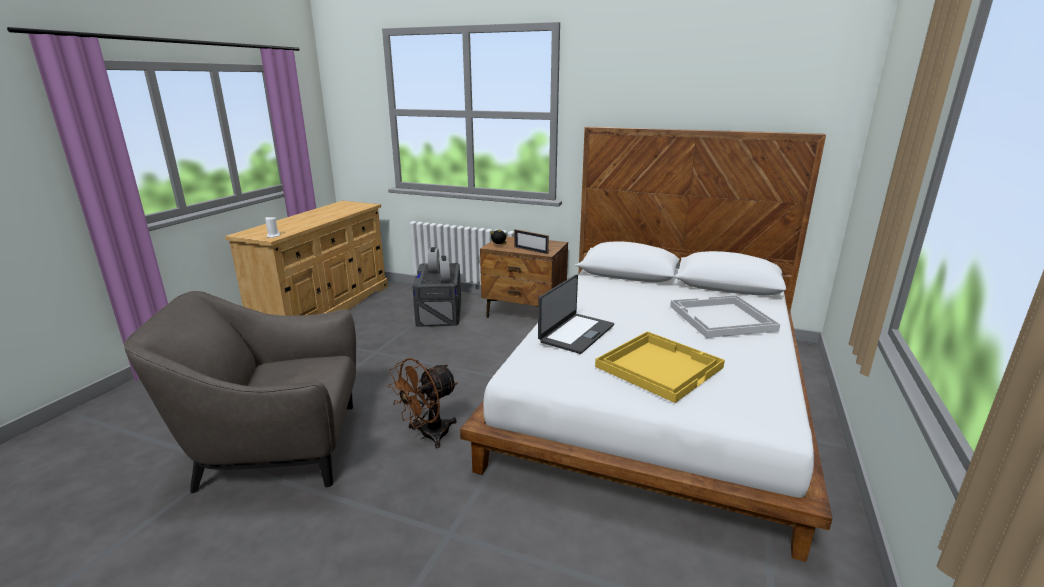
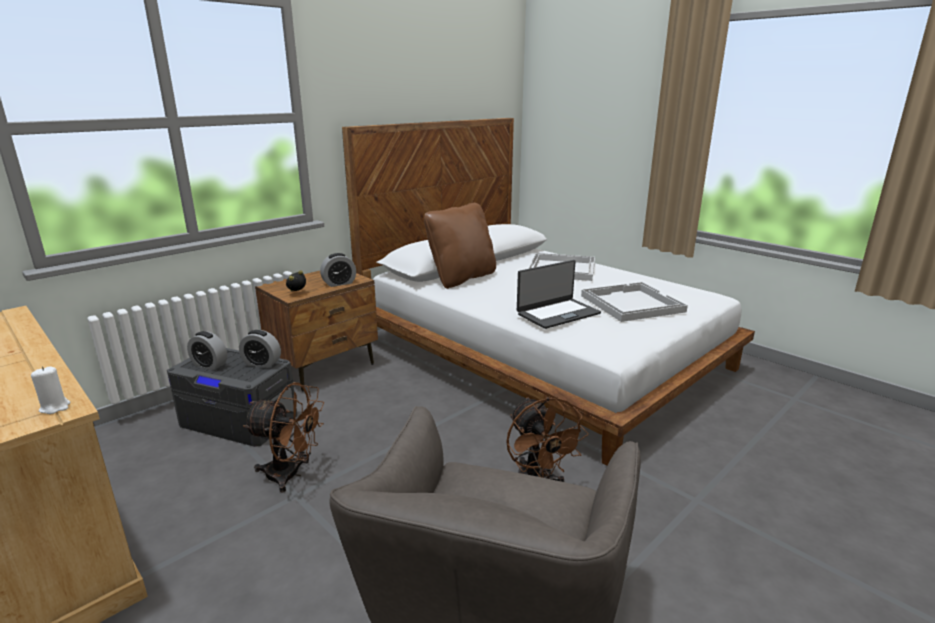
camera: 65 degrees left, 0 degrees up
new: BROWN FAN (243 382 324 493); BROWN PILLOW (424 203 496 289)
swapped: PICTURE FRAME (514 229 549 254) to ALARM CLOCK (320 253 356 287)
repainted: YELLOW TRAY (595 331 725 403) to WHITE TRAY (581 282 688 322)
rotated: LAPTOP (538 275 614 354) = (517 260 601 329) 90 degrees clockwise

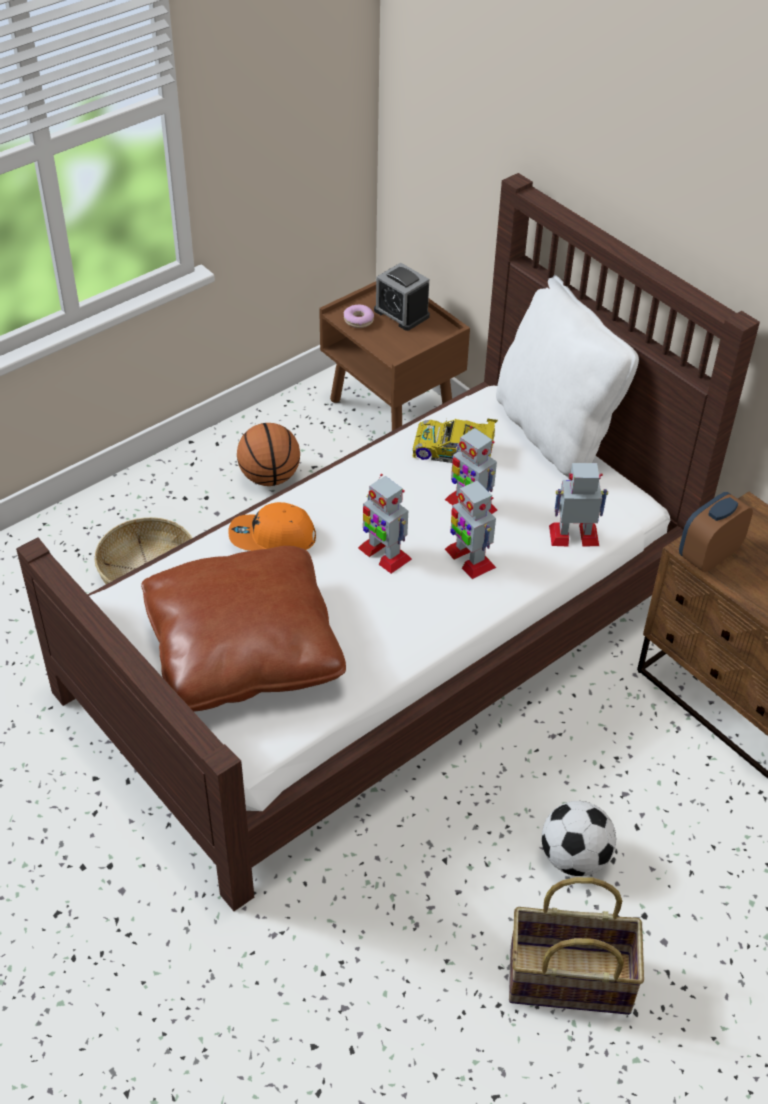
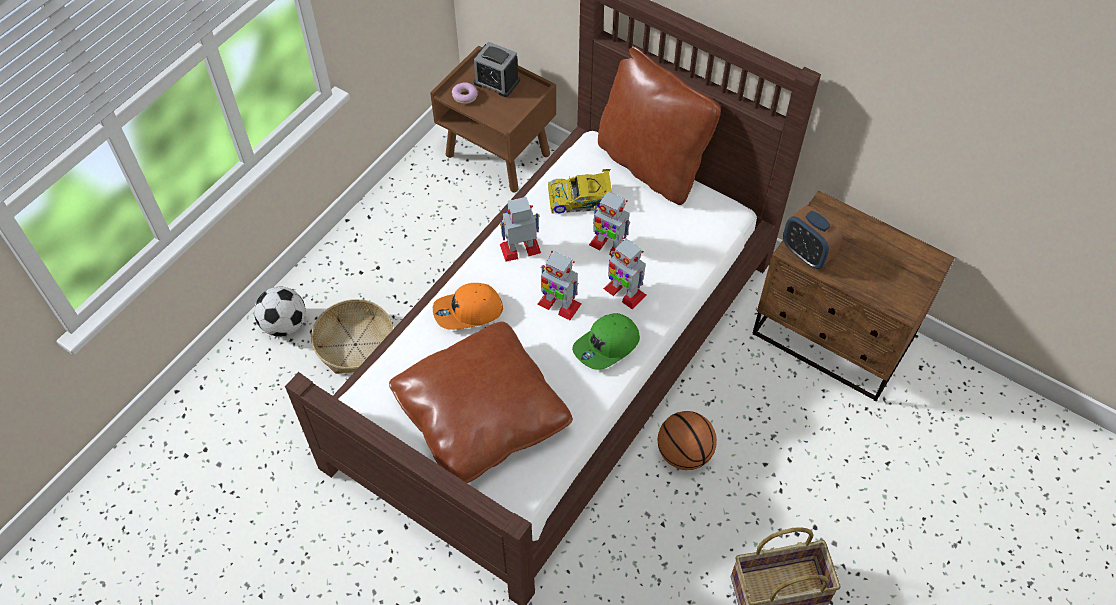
camera: 15 degrees left, 10 degrees up
new: GREEN CAP (572 313 640 370)
shifted: FOOTBALL (542 801 616 876) to (254 287 306 337); TOY ROBOT (549 463 608 547) to (500 197 541 262); BASKETBALL (237 423 300 486) to (658 411 717 470)
repainted: WHITE PILLOW (496 275 639 479) to BROWN PILLOW (598 45 721 205)
rotated: ALARM CLOCK (679 492 753 572) = (783 206 842 269) 75 degrees counterclockwise

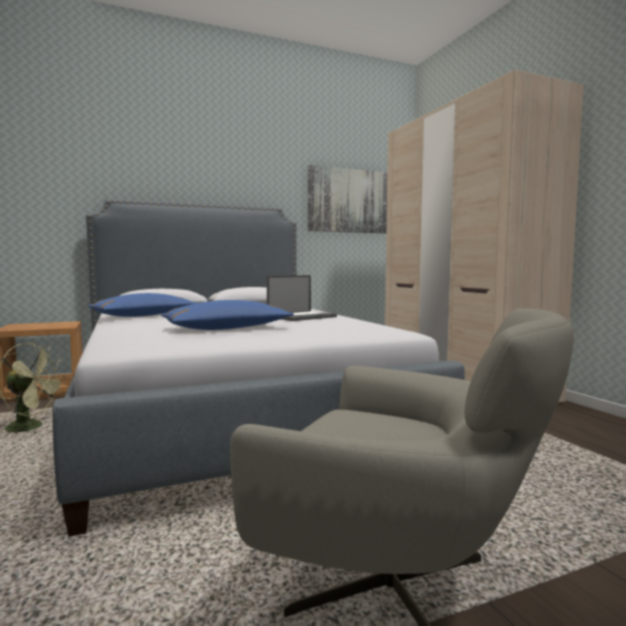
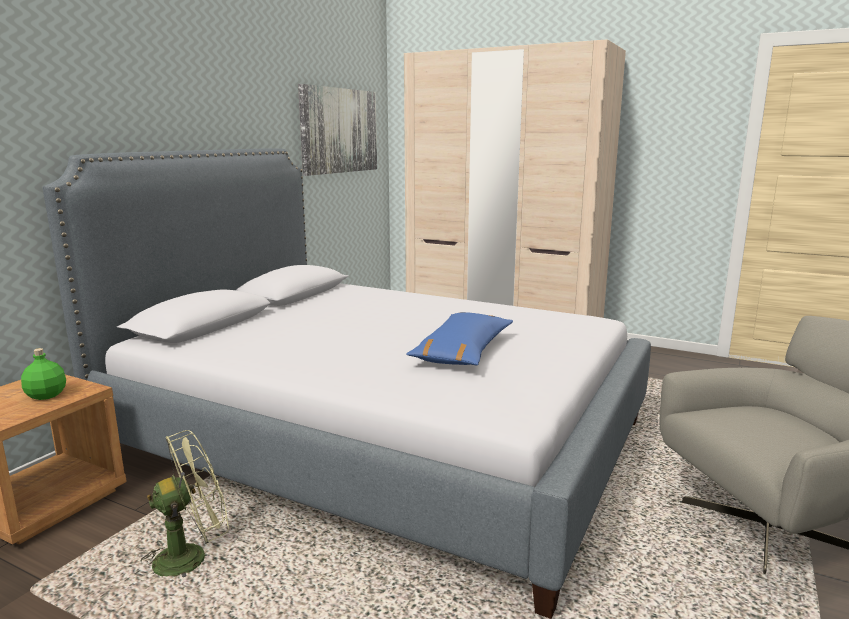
camera: 40 degrees left, 10 degrees up
gone: BLUE PILLOW (88 293 197 317); LAPTOP (267 275 337 321)
new: GREEN BOTTLE (21 348 66 400)

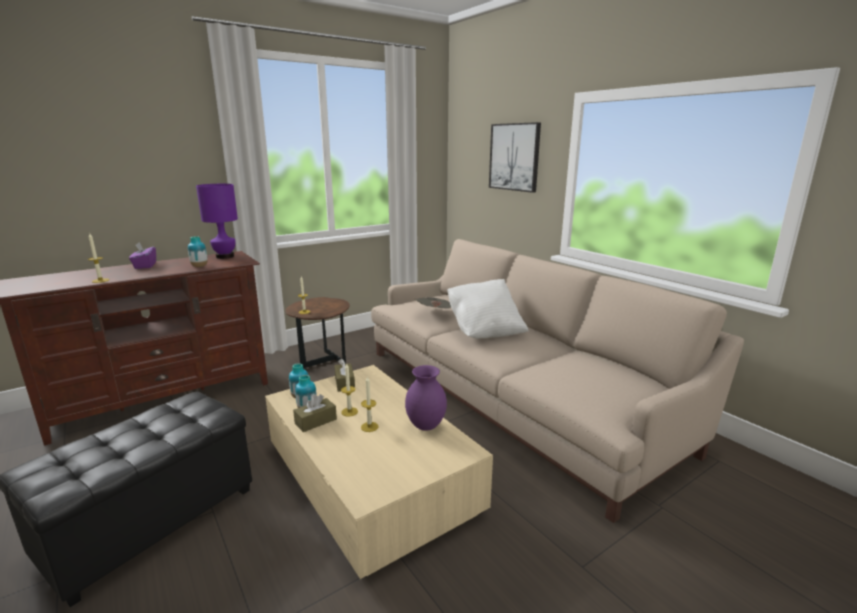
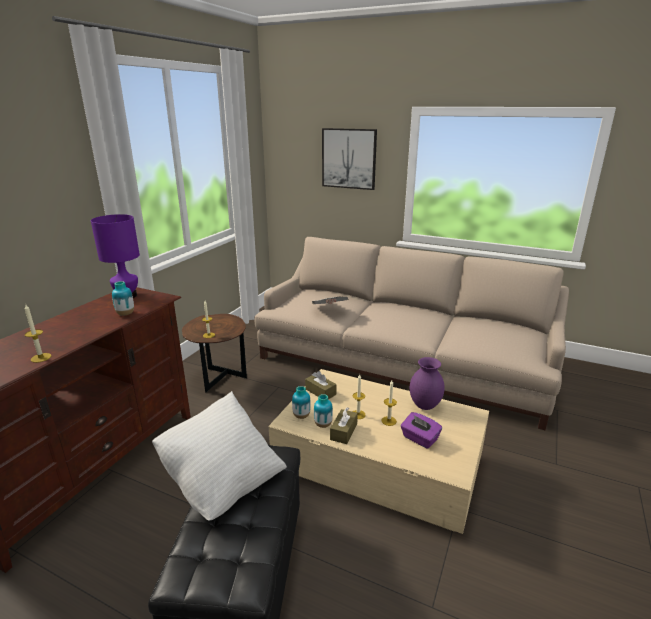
camera: 30 degrees left, 5 degrees up
shifted: WHITE PILLOW (447 279 528 339) to (152 391 287 521); PURPLE TISSUE BOX (129 242 156 269) to (401 412 442 449)

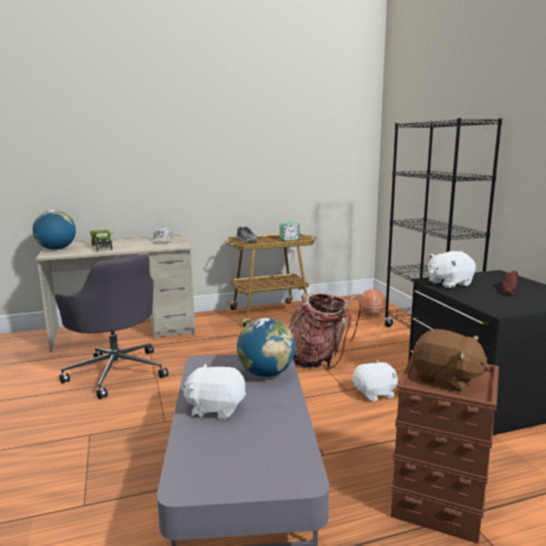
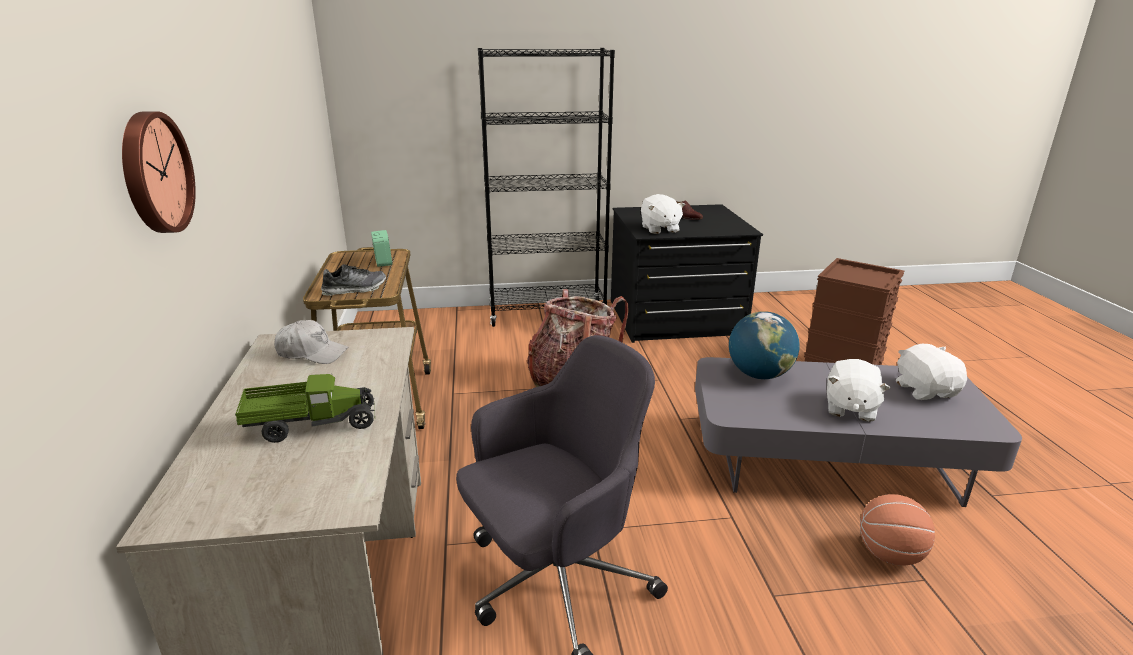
camera: 80 degrees left, 10 degrees up
gone: GLOBE (32 210 76 250); BROWN PLUSH TOY (412 329 490 392)
new: WALL CLOCK (122 111 196 233)
shifted: BASKETBALL (359 289 386 317) to (860 494 935 566); WHITE PLUSH TOY (353 360 398 402) to (896 344 967 400)

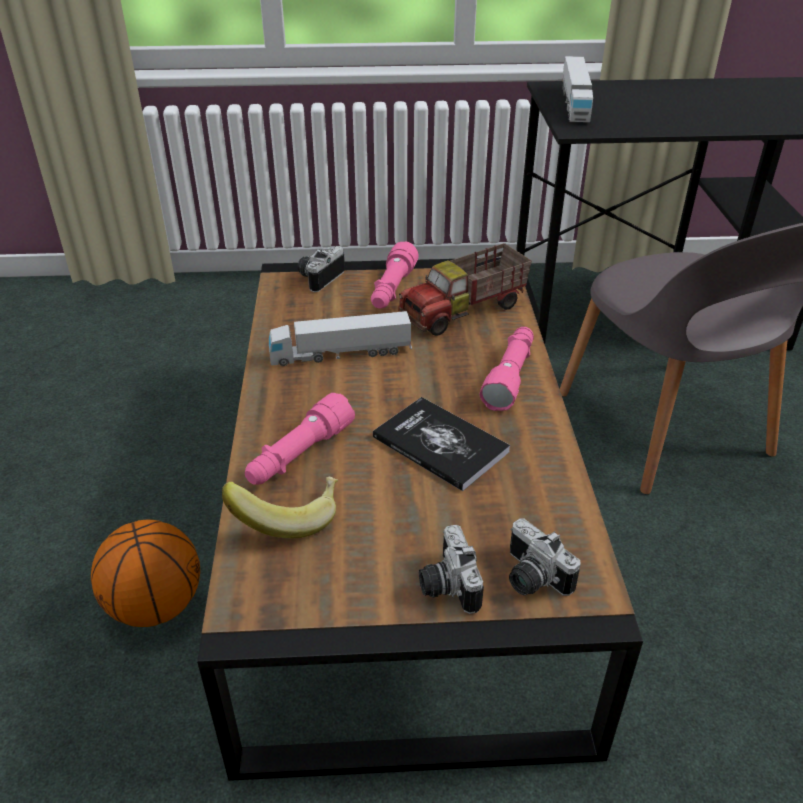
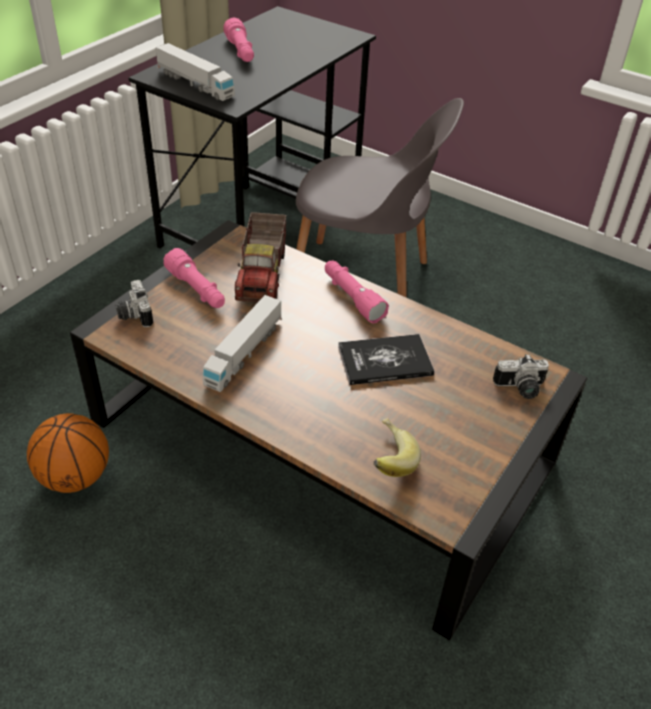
camera: 55 degrees left, 5 degrees up
gone: PHOTO CAMERA (419 525 484 614)
shifted: BASKETBALL (91 520 200 627) to (27 413 109 493); PINK FLASHLIGHT (245 393 355 485) to (223 18 254 62)

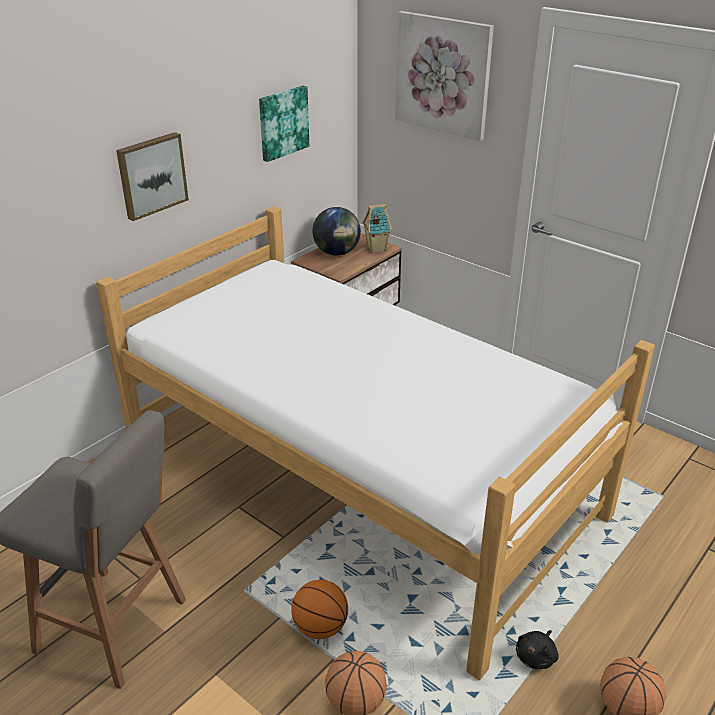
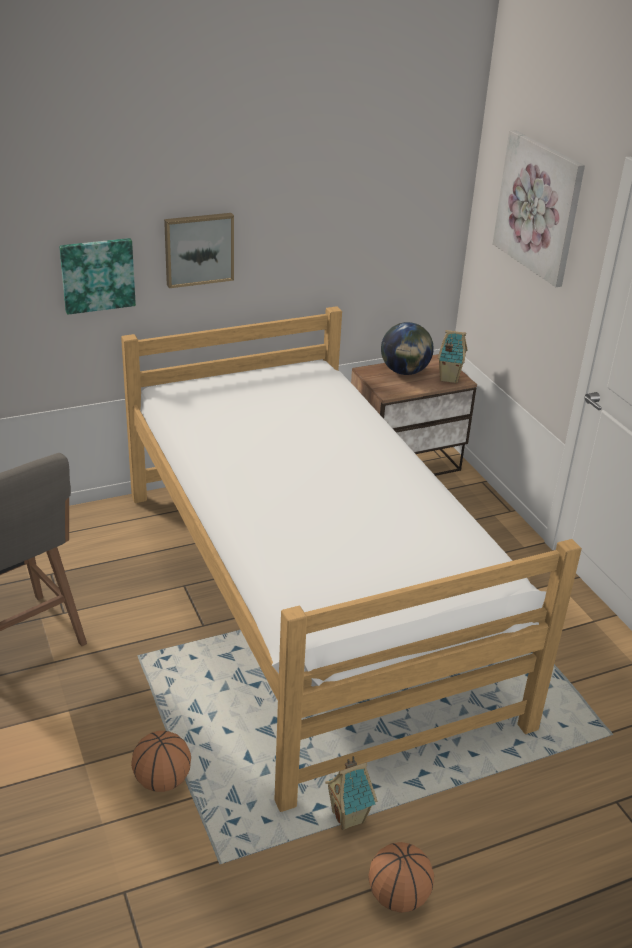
camera: 25 degrees right, 0 degrees up
gone: BASKETBALL (291 580 348 639)
shifted: PICTURE (259 86 309 162) to (59 238 136 315)
swapped: BLACK PLUSH TOY (516 630 559 669) to TOY HOUSE (325 756 377 830)

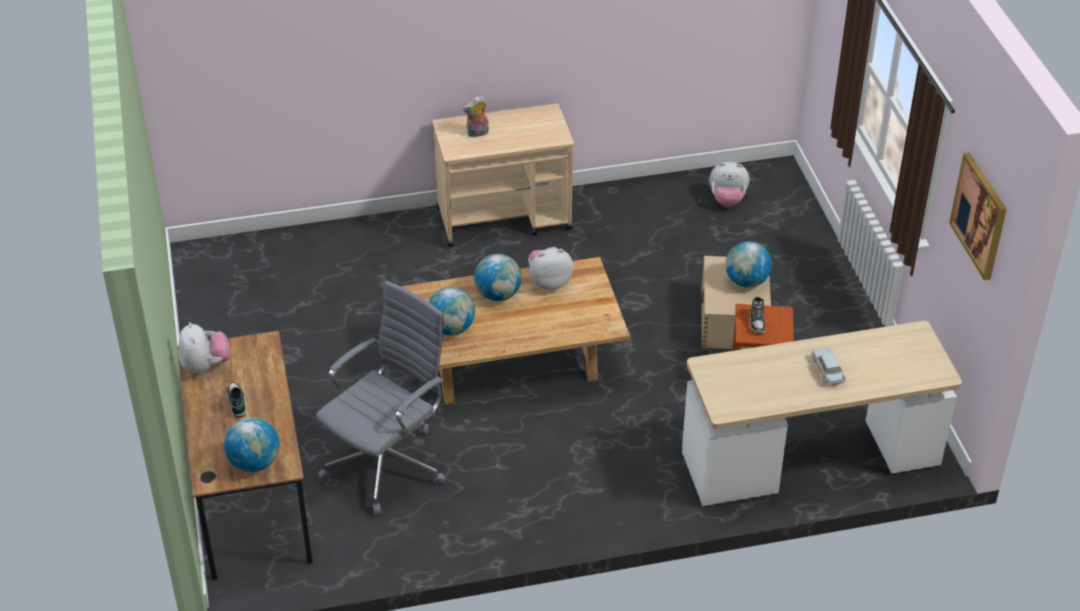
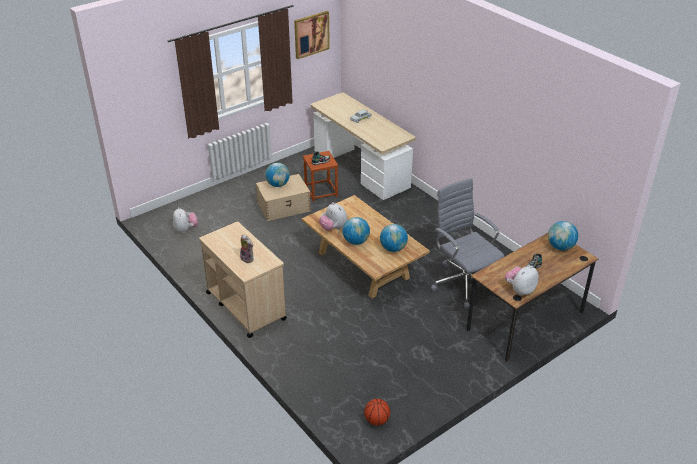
camera: 115 degrees left, 5 degrees down
new: BASKETBALL (364 399 390 426)
rotated: GREY OFFICE CHAIR (316 281 445 515) = (431 178 504 309) 45 degrees clockwise

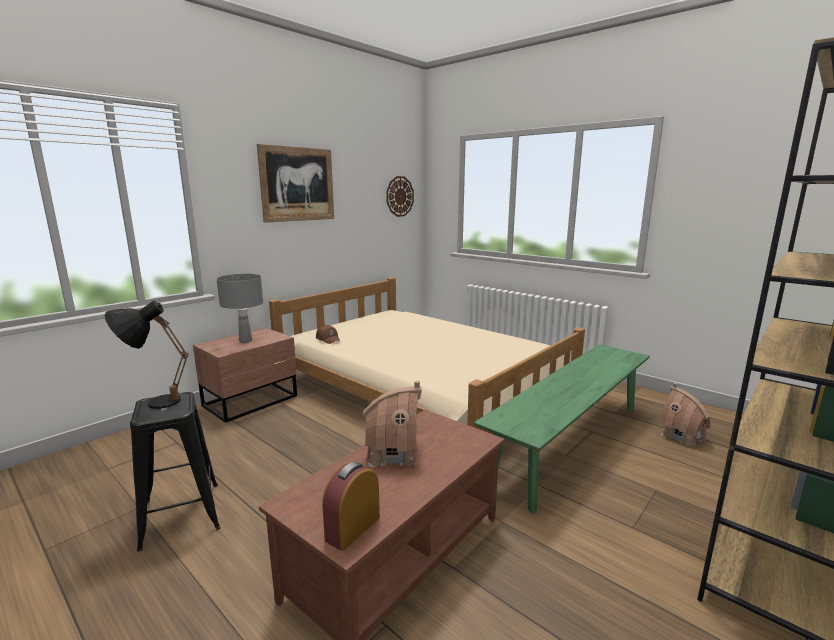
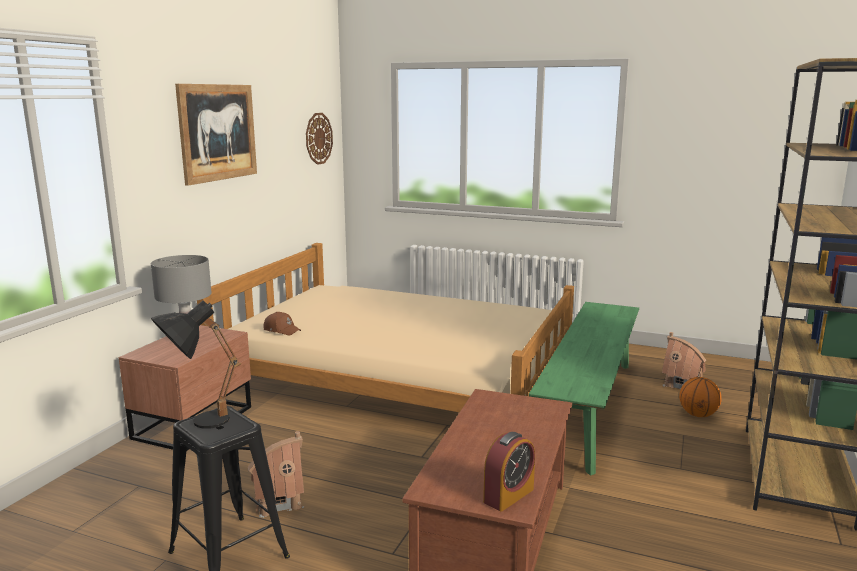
camera: 20 degrees left, 0 degrees up
new: BASKETBALL (679 377 722 417)
shifted: TOY HOUSE (363 381 422 470) to (248 431 304 518)
rotated: ALARM CLOCK (322 462 380 551) = (483 432 535 512) 150 degrees counterclockwise

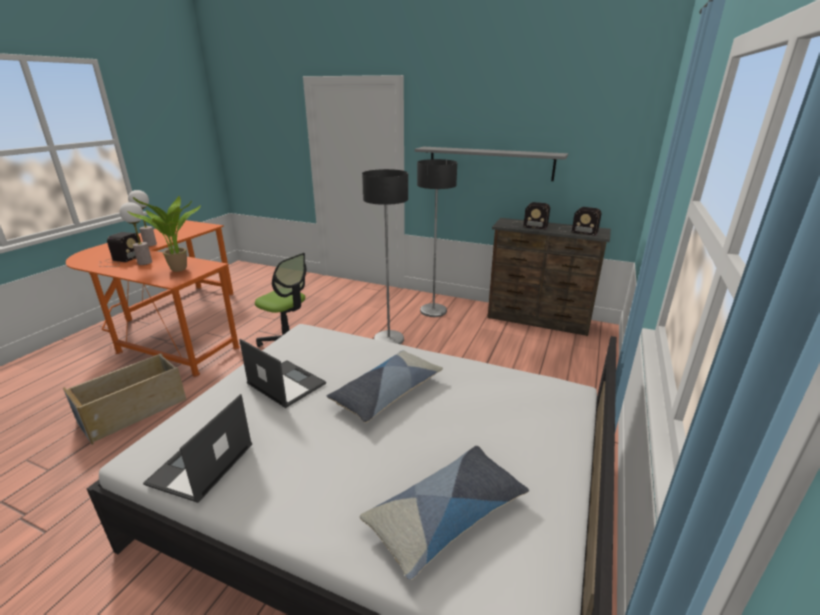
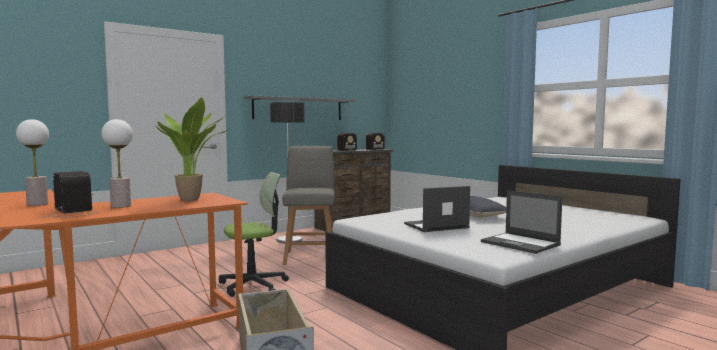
camera: 60 degrees left, 20 degrees down
gone: PILLOW (360 446 529 580)
swapped: FLOOR LAMP (362 169 408 344) to GREY CHAIR (282 146 335 265)

